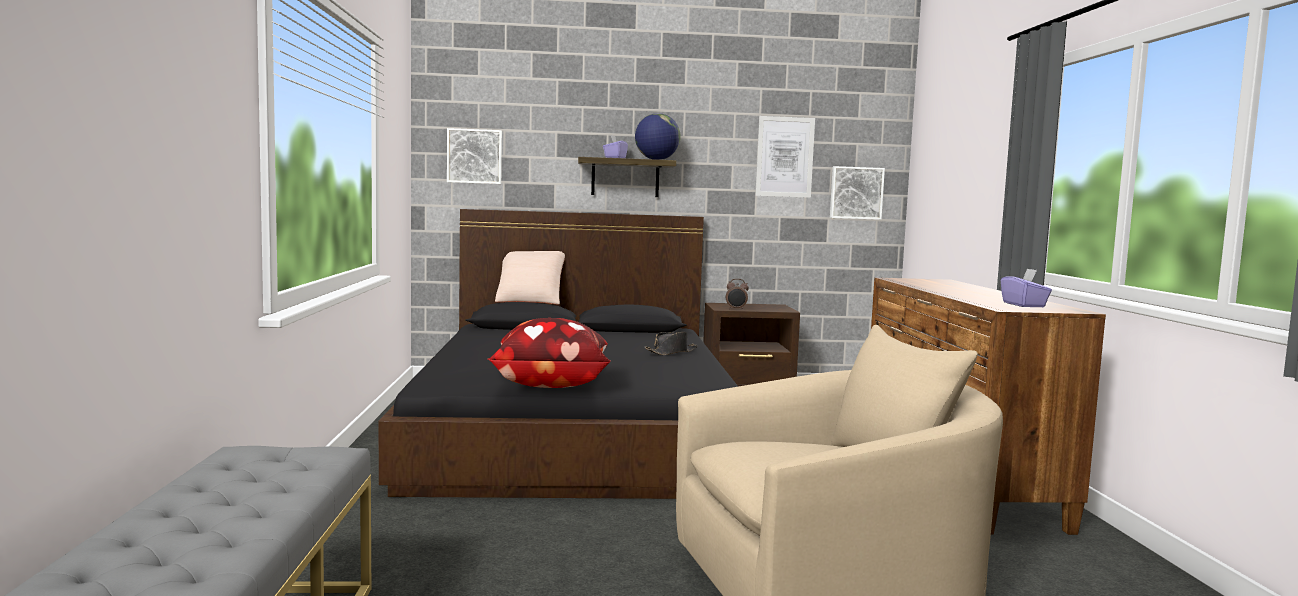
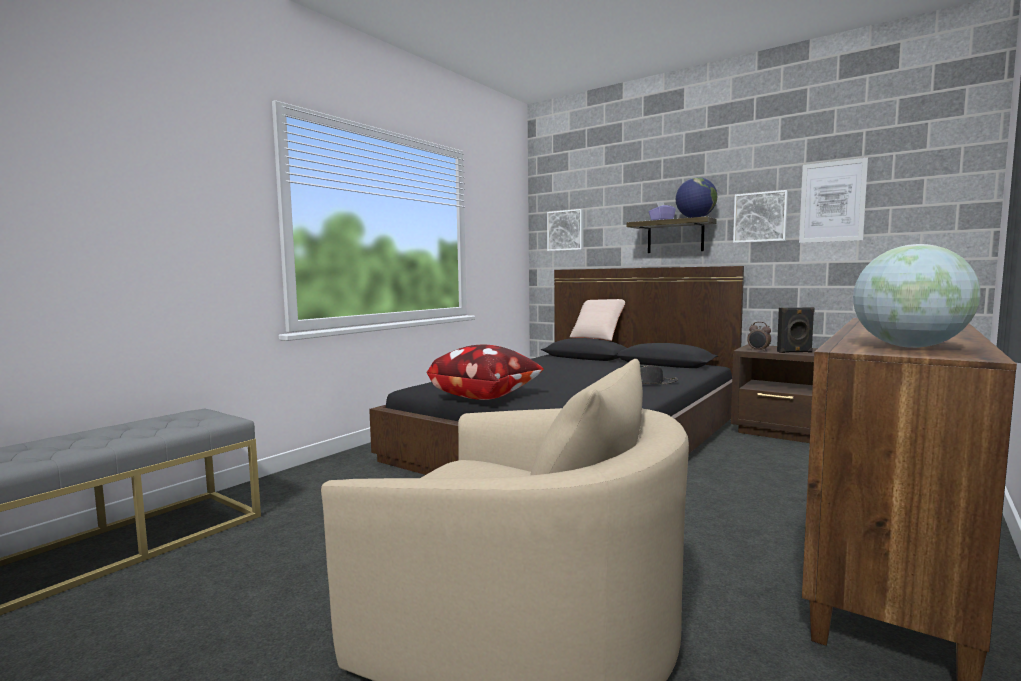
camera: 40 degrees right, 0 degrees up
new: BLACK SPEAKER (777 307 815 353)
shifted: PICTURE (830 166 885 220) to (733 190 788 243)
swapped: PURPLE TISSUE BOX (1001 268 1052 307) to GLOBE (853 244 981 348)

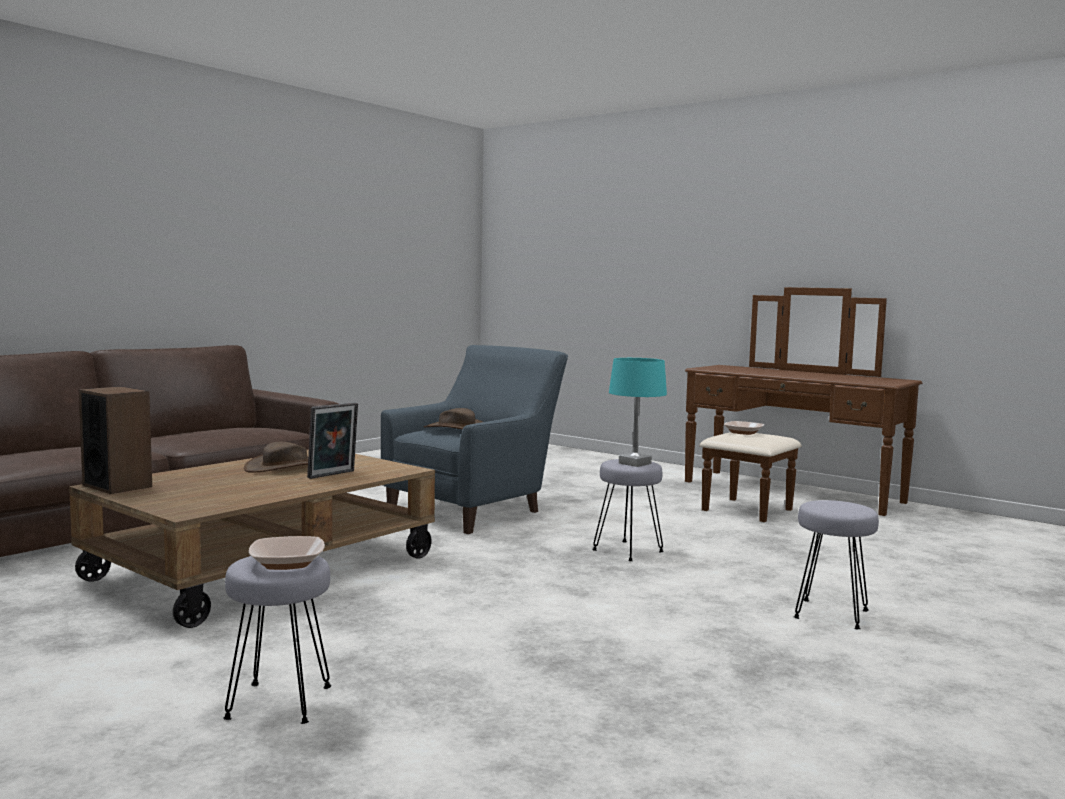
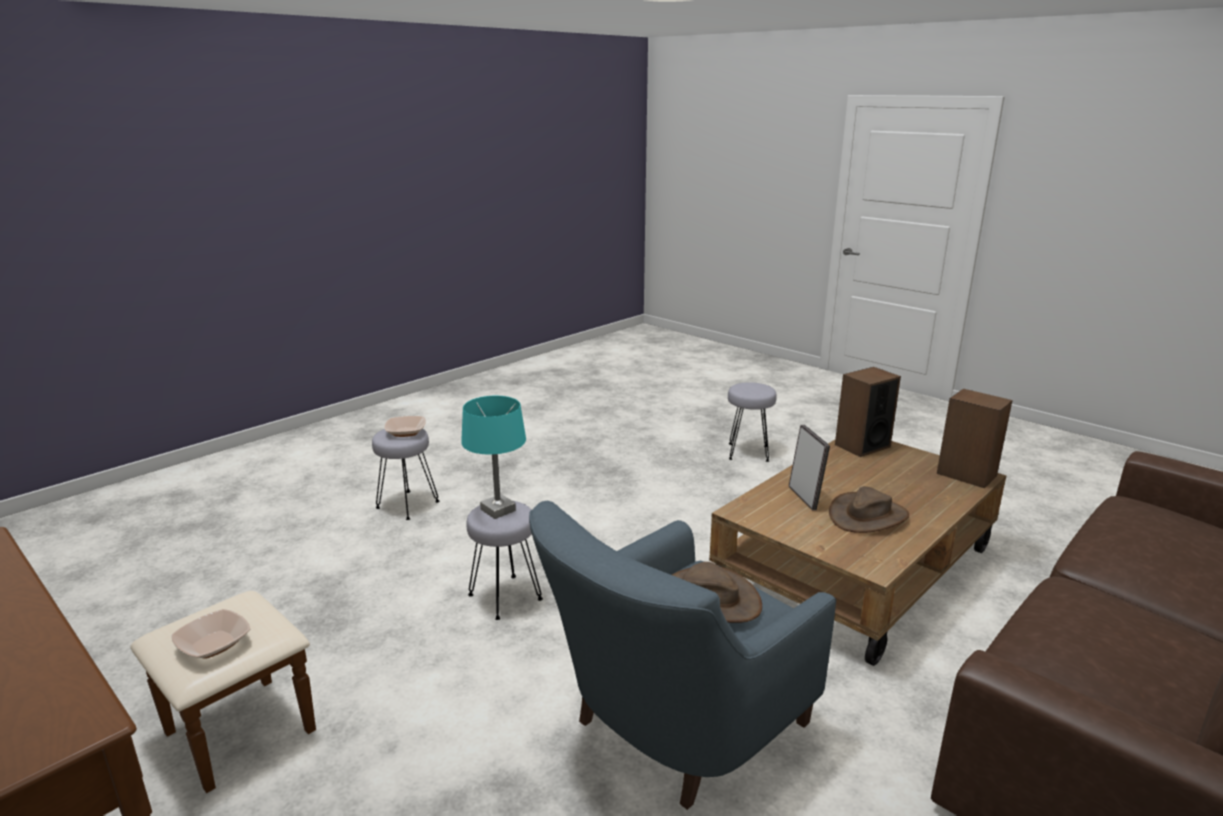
camera: 175 degrees left, 15 degrees up
new: SPEAKER (835 367 901 457)
shifted: BOWL (249 536 325 570) to (384 416 426 437)
rotated: PICTURE FRAME (307 403 358 479) = (789 425 830 510) 120 degrees clockwise

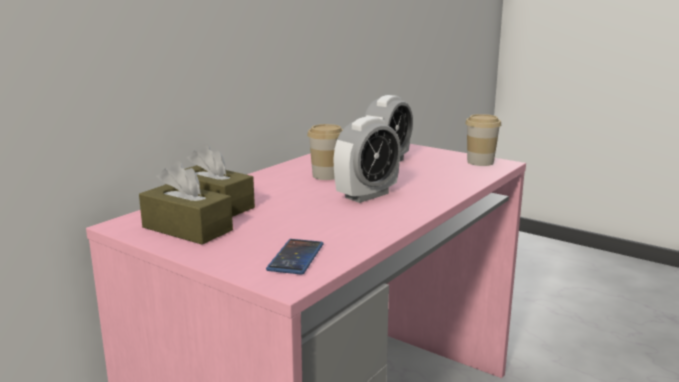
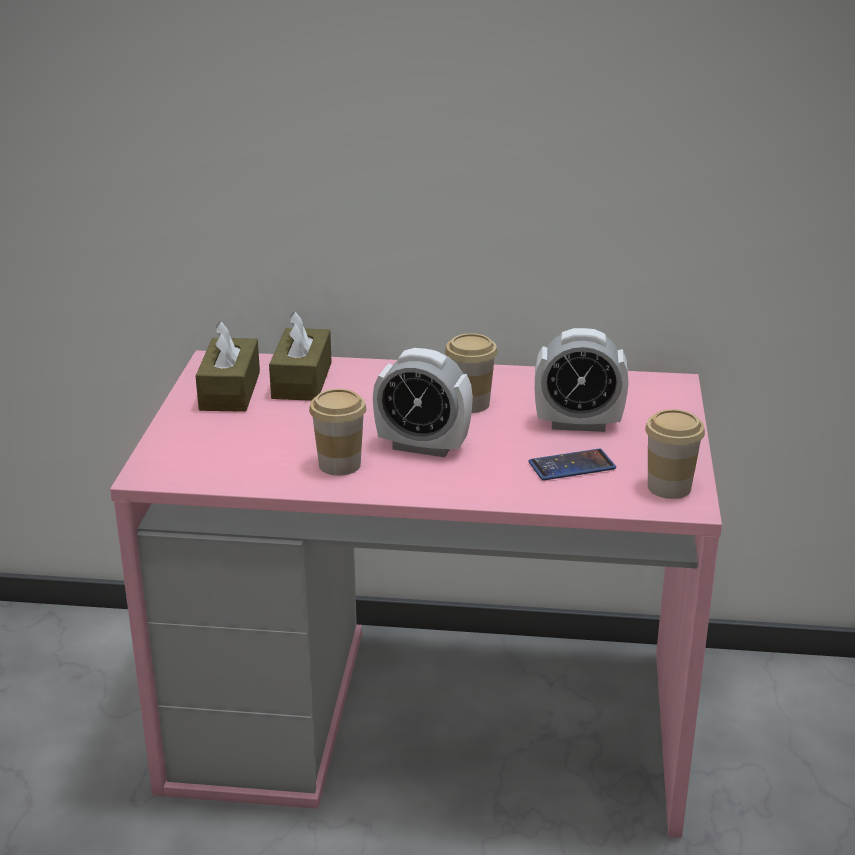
camera: 60 degrees right, 10 degrees up
new: CUP (309 389 366 476)
shifted: PHONE (266 239 323 275) to (528 449 616 480)

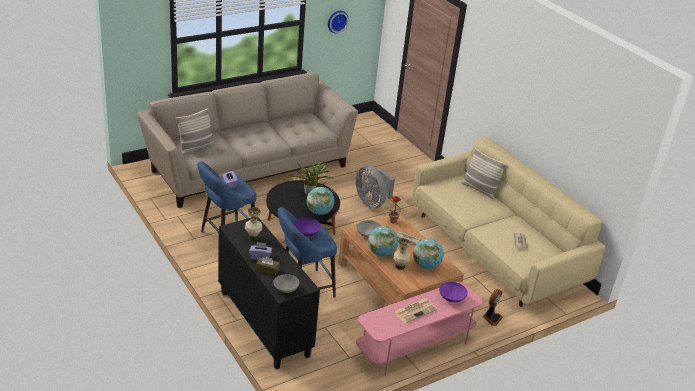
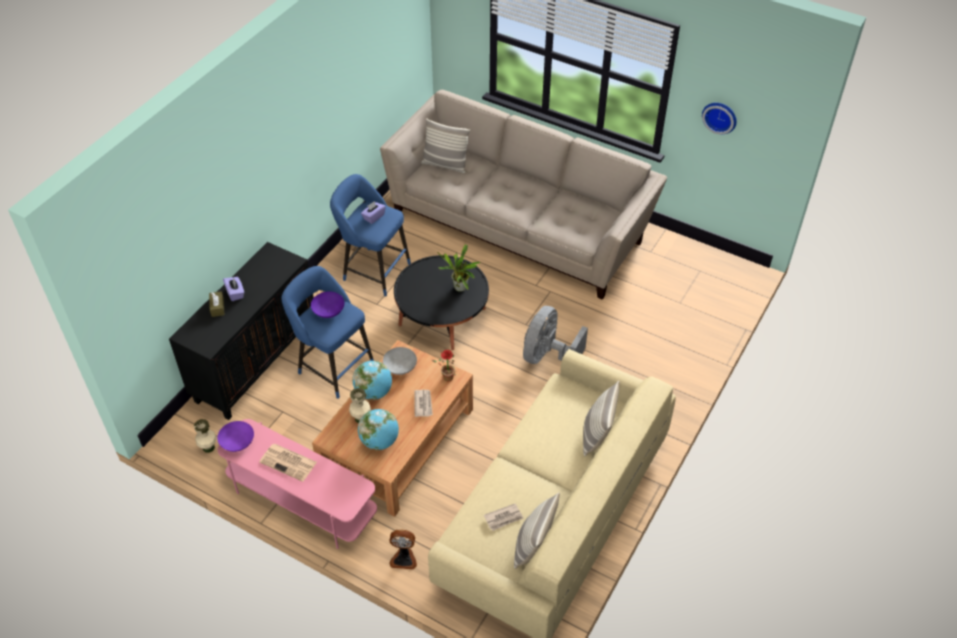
camera: 65 degrees right, 15 degrees up
gone: GREY BOWL (273 274 300 293); GLOBE (306 187 335 215)
new: PILLOW (514 493 560 569)
shifted: BEIGE VASE (245 207 262 240) to (194 419 217 453); PURPLE BOWL (439 282 468 303) to (217 421 254 452)

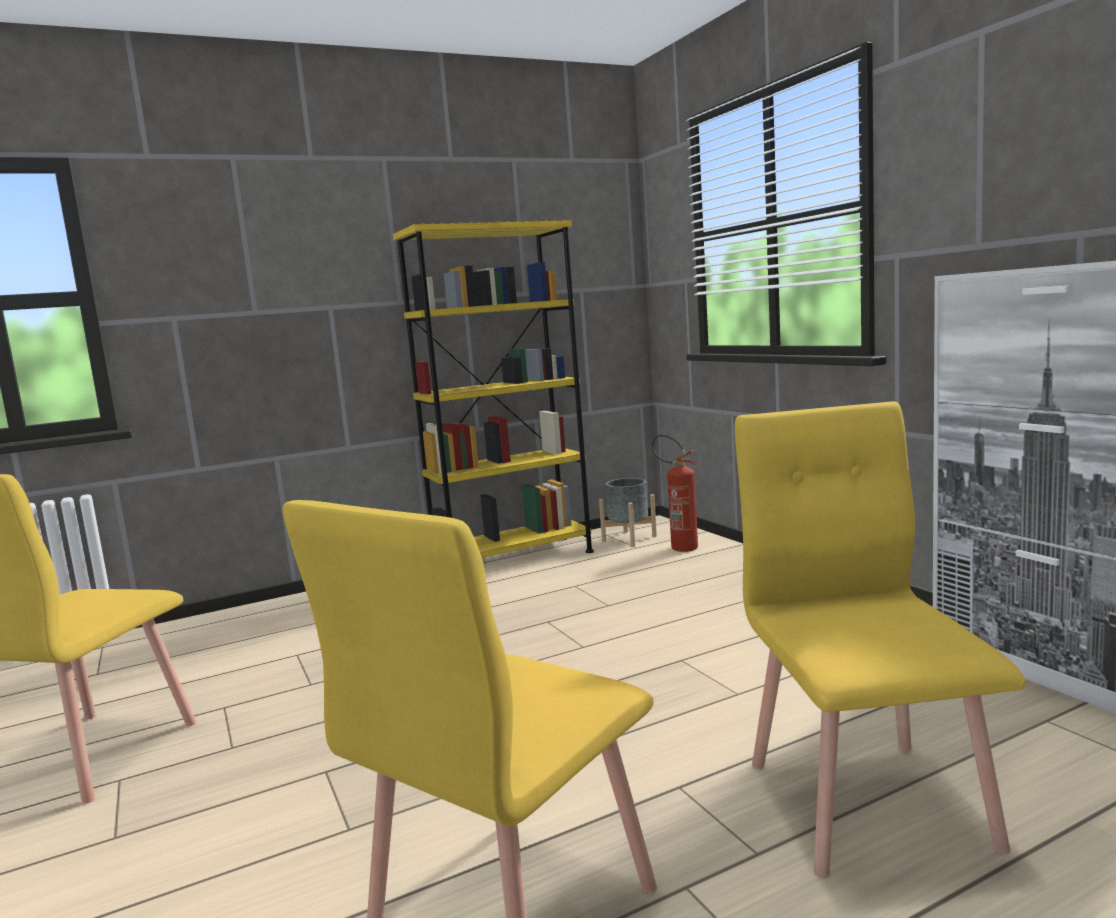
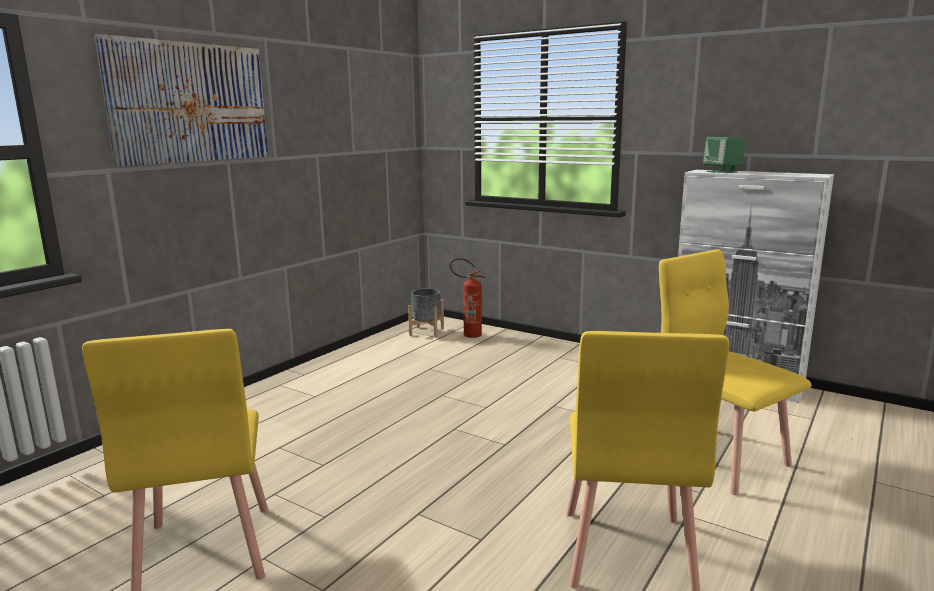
camera: 30 degrees left, 5 degrees up
gone: YELLOW BOOKCASE (393 220 594 558)
new: PICTURE (94 34 268 167); GREEN SPEAKER (703 137 746 173)

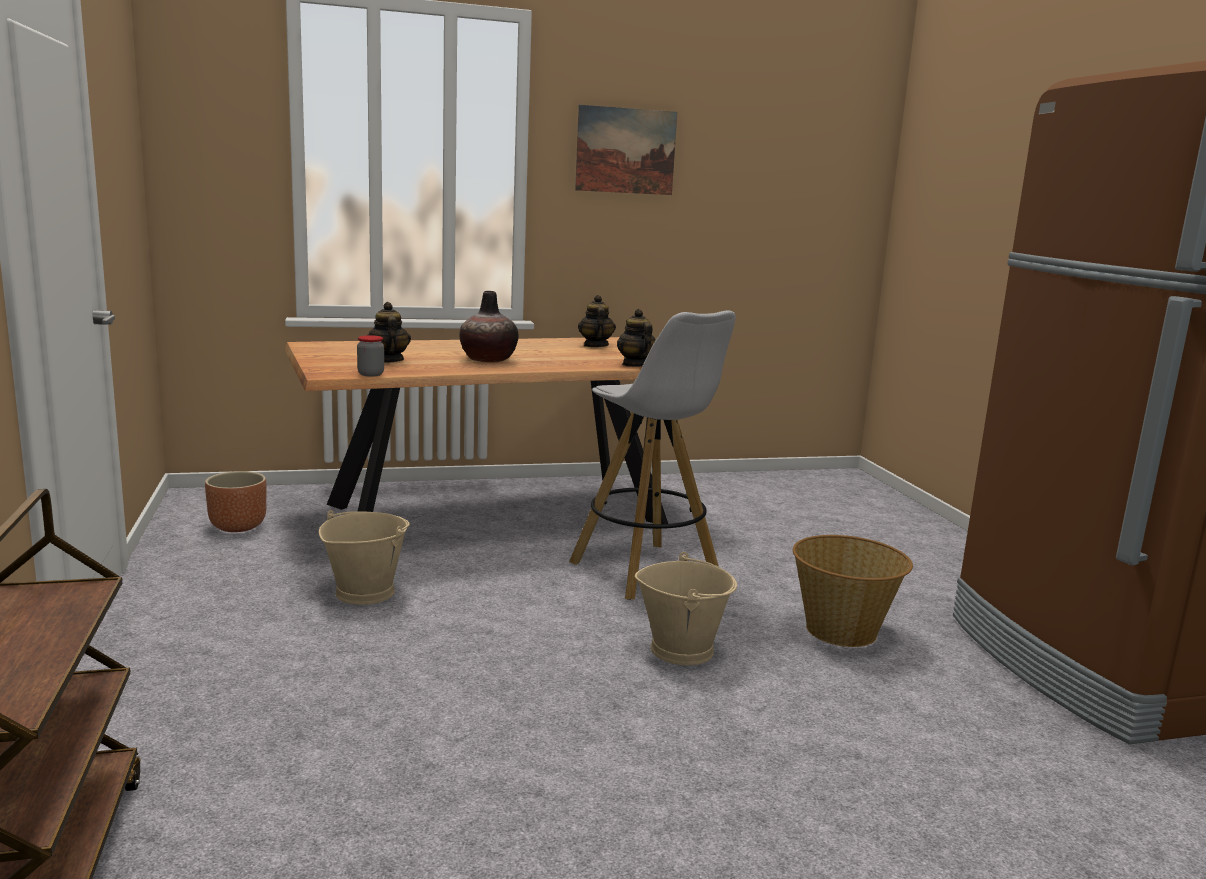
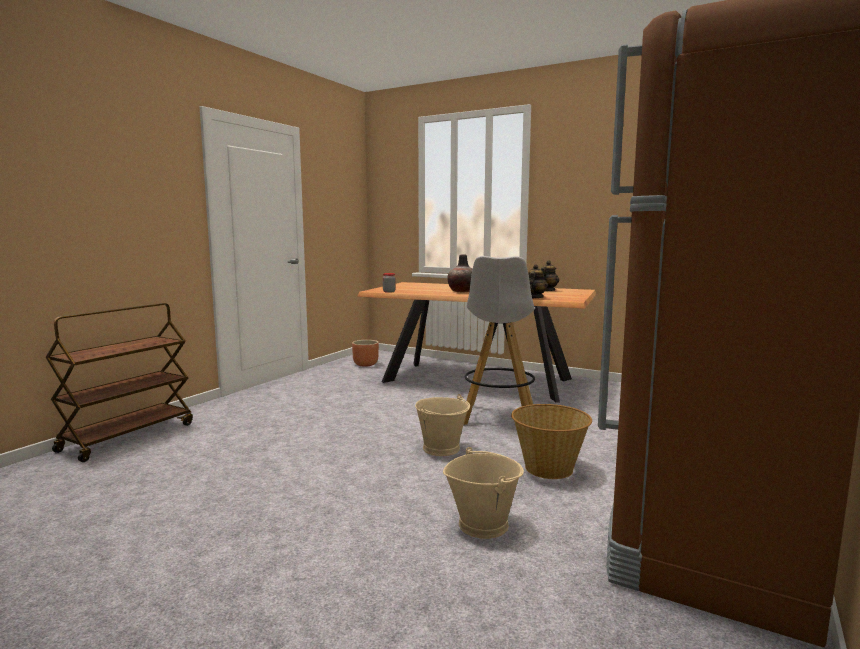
camera: 45 degrees right, 5 degrees down
gone: TEAPOT (367 302 411 363); PICTURE (575 105 677 195)
shifted: BEIGE BUCKET (319 510 410 605) to (443 447 524 539)

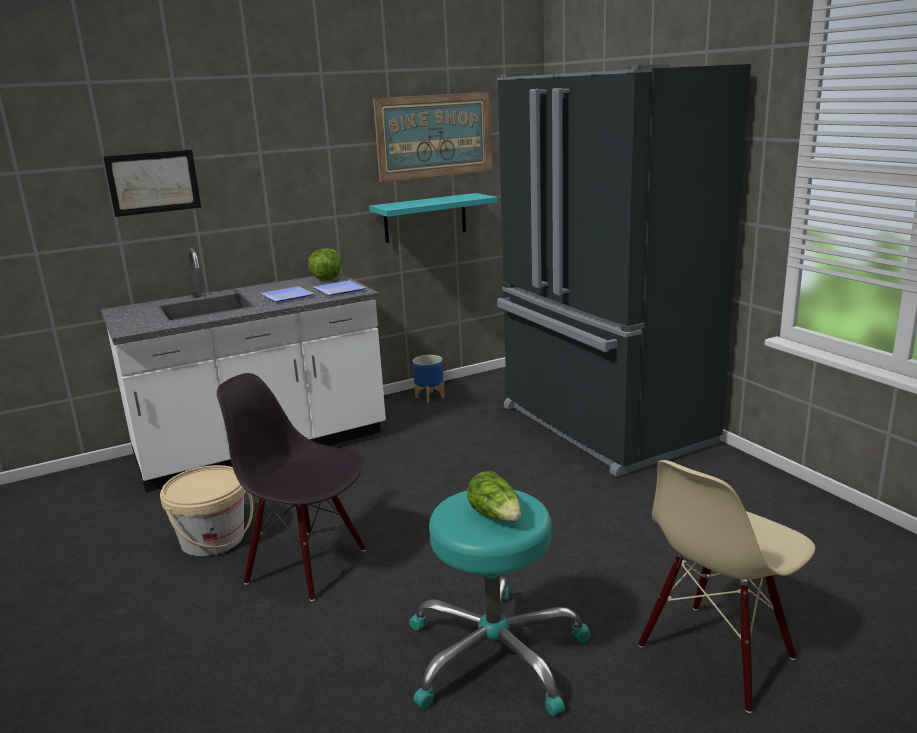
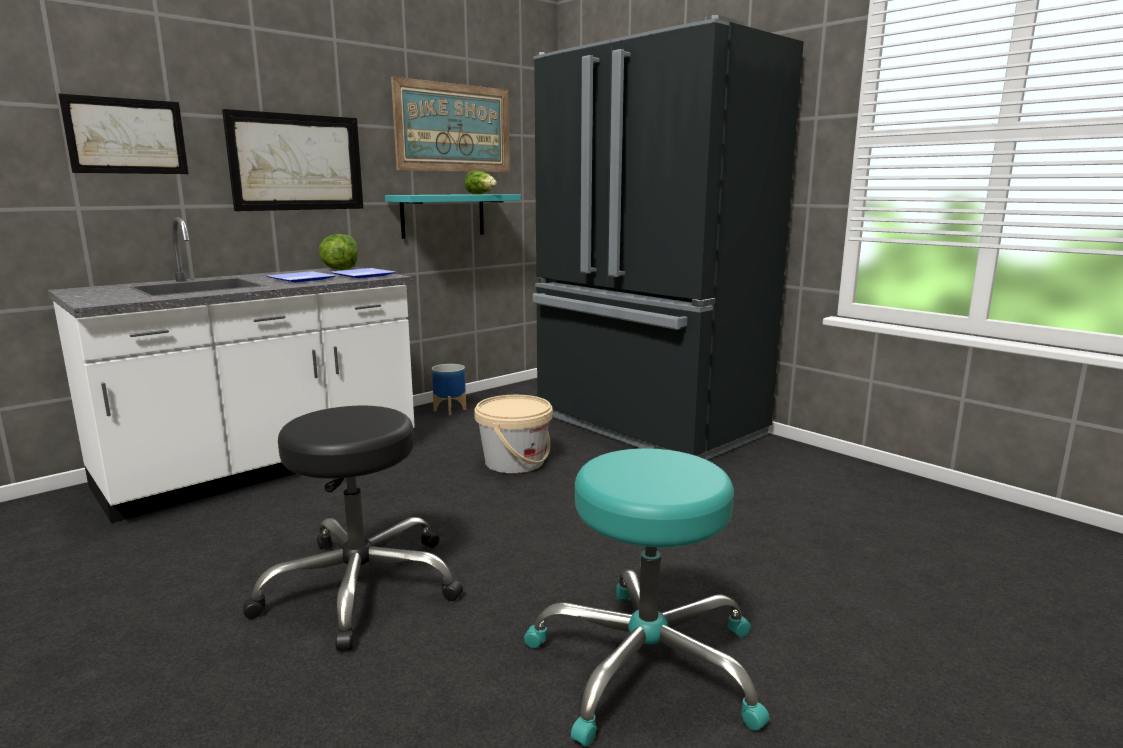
camera: 15 degrees left, 5 degrees down
gone: BEIGE CHAIR (638 460 815 713)
new: PICTURE (222 109 363 211)
shifted: LETTUCE (467 471 521 521) to (465 171 497 194); BEIGE BUCKET (160 465 253 556) to (474 395 553 473)
swapped: BLACK CHAIR (217 373 366 601) to BLACK STOOL (243 406 463 651)

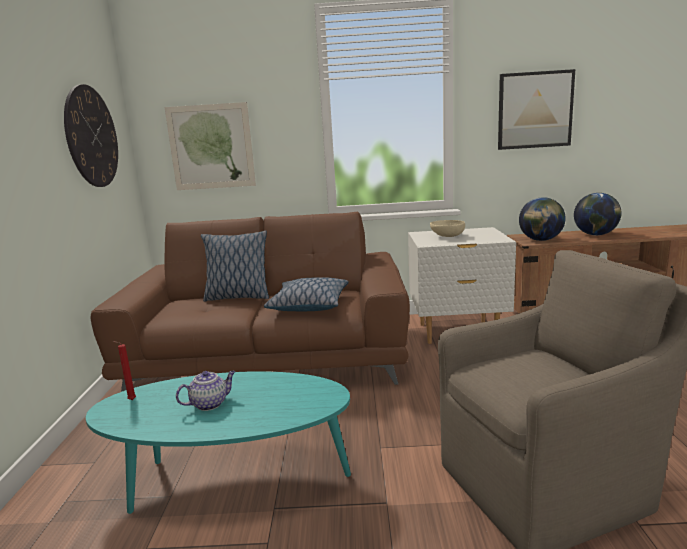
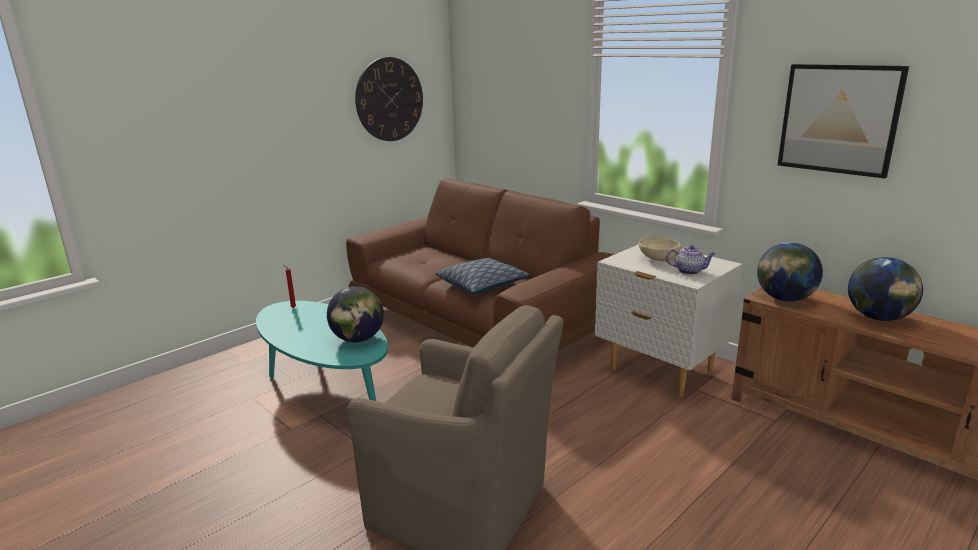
camera: 45 degrees right, 5 degrees up
gone: PICTURE (165 102 256 190); PILLOW (201 231 269 302)
new: GLOBE (327 286 384 342)
shifted: TEAPOT (176 371 236 411) to (666 245 716 275)

